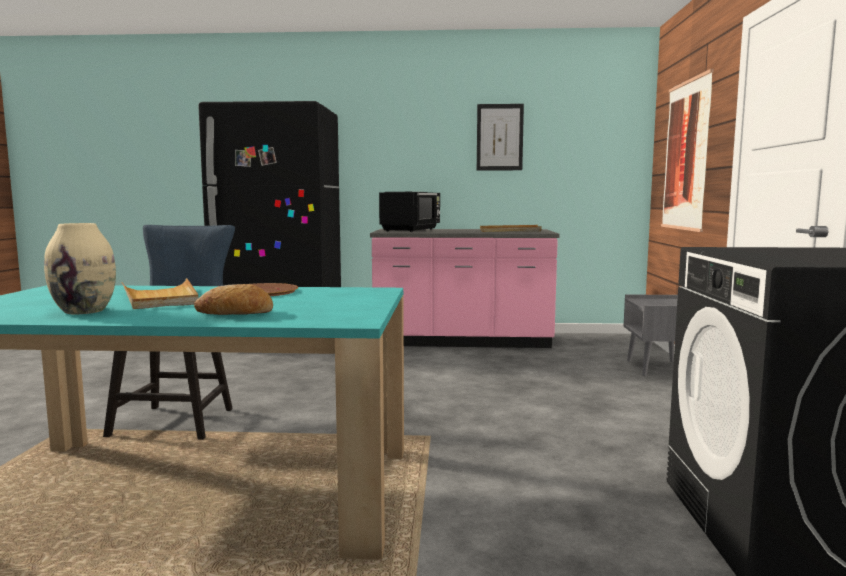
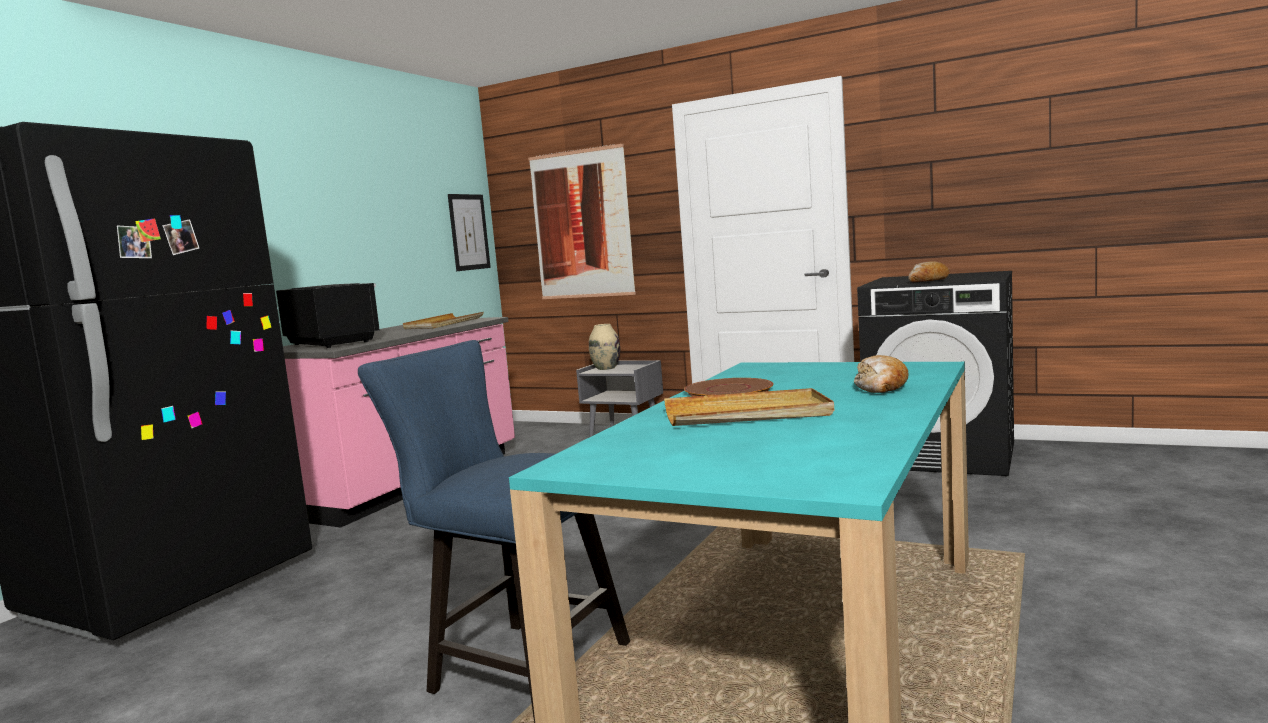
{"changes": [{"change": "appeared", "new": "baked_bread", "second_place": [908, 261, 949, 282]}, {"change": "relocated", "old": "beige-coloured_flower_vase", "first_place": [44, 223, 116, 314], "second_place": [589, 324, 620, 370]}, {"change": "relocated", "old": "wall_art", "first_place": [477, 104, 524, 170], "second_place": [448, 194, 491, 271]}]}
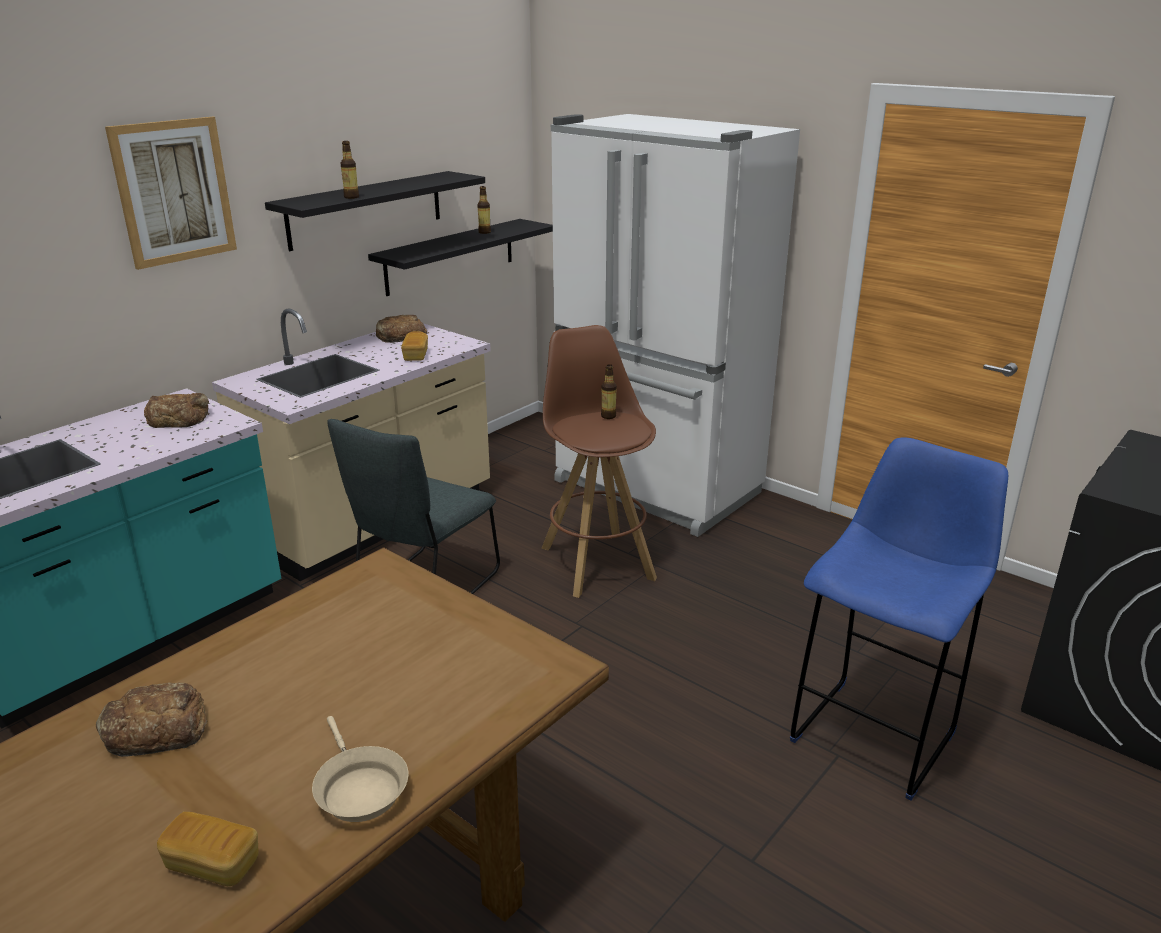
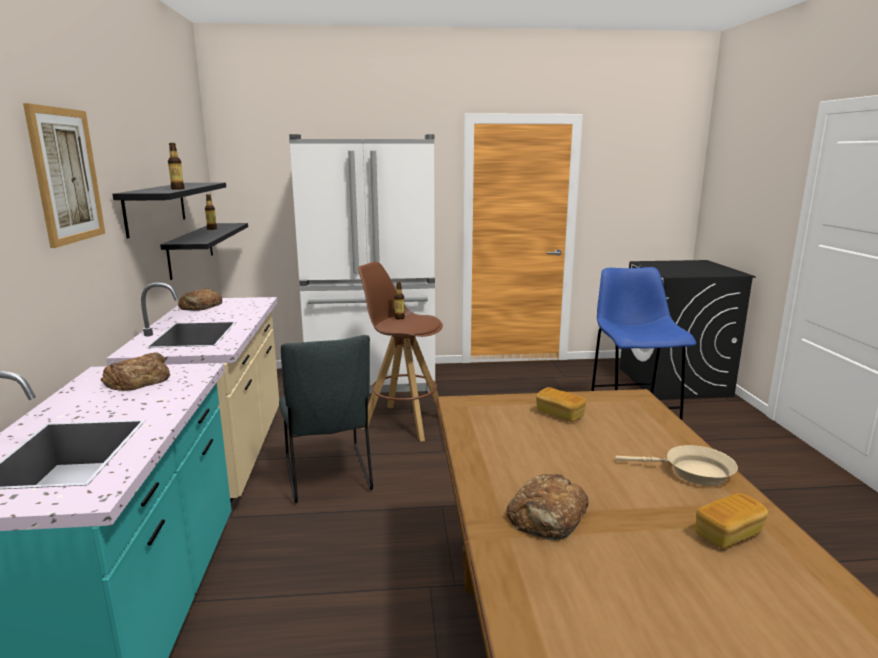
{"changes": [{"change": "relocated", "old": "baked_bread", "first_place": [401, 332, 428, 361], "second_place": [536, 387, 586, 422]}]}
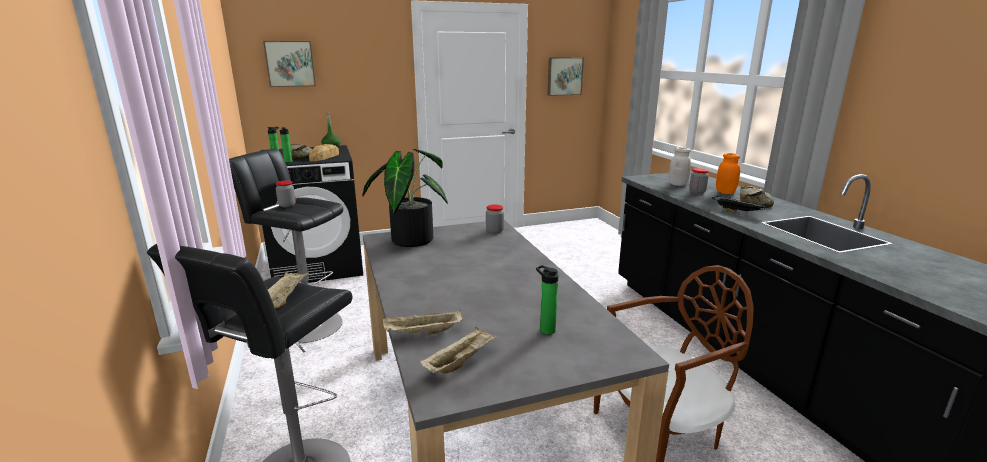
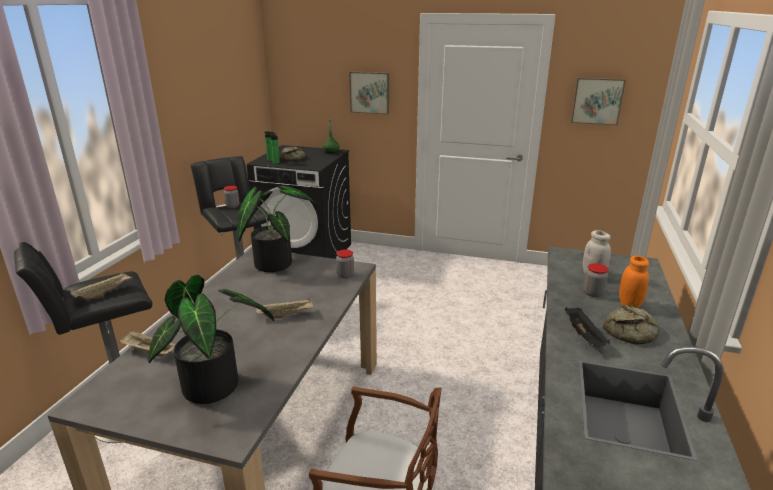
{"changes": [{"change": "missing", "old": "baked_bread", "first_place": [309, 144, 339, 162]}, {"change": "relocated", "old": "wall_art", "first_place": [263, 41, 316, 87], "second_place": [349, 71, 389, 115]}, {"change": "relocated", "old": "beige-coloured_tray", "first_place": [420, 327, 498, 373], "second_place": [256, 298, 313, 318]}, {"change": "exchanged", "old": "bottle", "new": "potted_plant", "first_place": [536, 265, 558, 335], "second_place": [148, 274, 274, 404]}]}
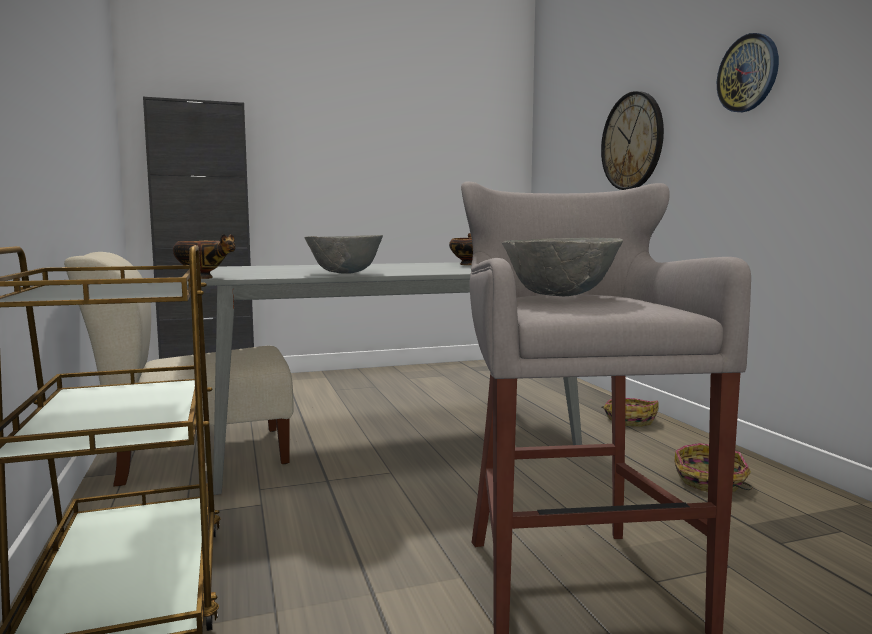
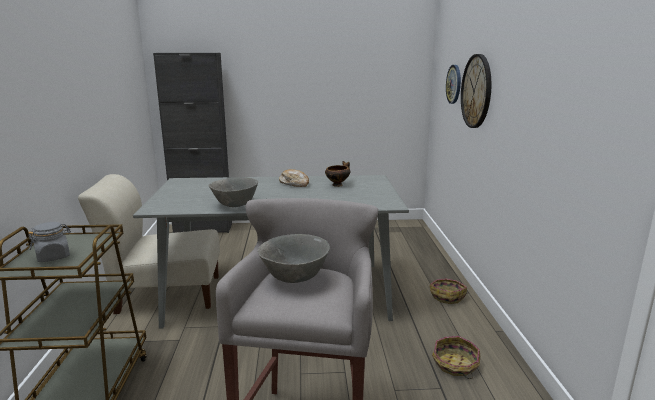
{"changes": [{"change": "missing", "old": "bowl", "first_place": [173, 234, 236, 279]}, {"change": "appeared", "new": "grey_preserve_jar", "second_place": [28, 222, 71, 262]}, {"change": "appeared", "new": "baked_bread", "second_place": [279, 169, 309, 187]}, {"change": "relocated", "old": "wall_clock", "first_place": [717, 33, 779, 112], "second_place": [446, 65, 461, 104]}]}
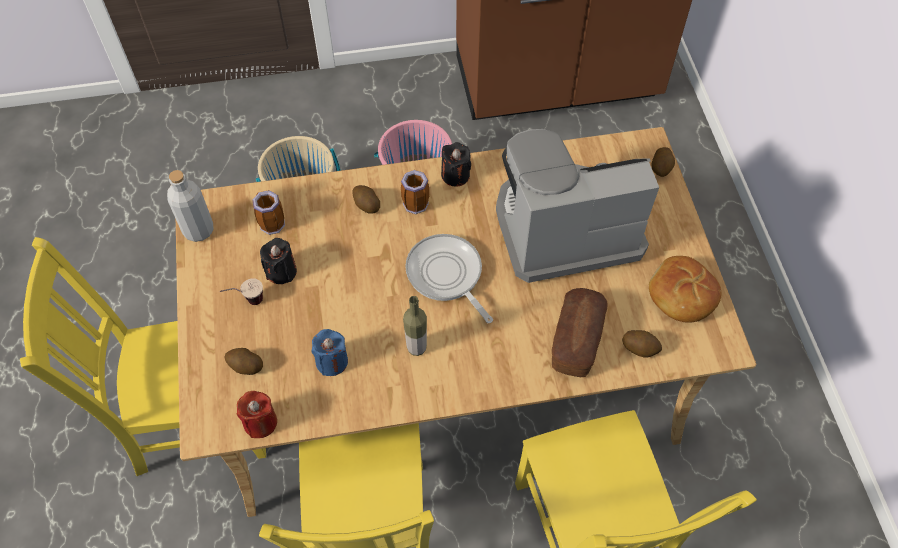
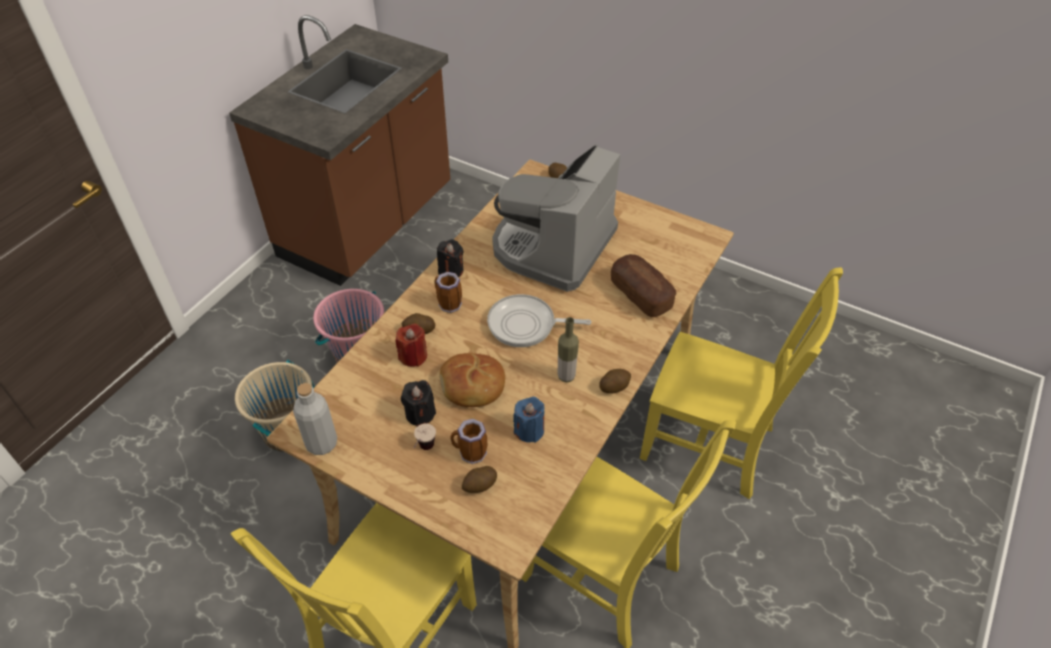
{"changes": [{"change": "relocated", "old": "red_wax_candle", "first_place": [237, 391, 277, 438], "second_place": [395, 323, 427, 367]}, {"change": "relocated", "old": "coffee_mug", "first_place": [253, 190, 285, 235], "second_place": [451, 419, 487, 464]}, {"change": "relocated", "old": "spud", "first_place": [622, 330, 662, 358], "second_place": [599, 369, 631, 393]}, {"change": "relocated", "old": "baked_bread", "first_place": [649, 256, 721, 323], "second_place": [440, 353, 505, 407]}]}
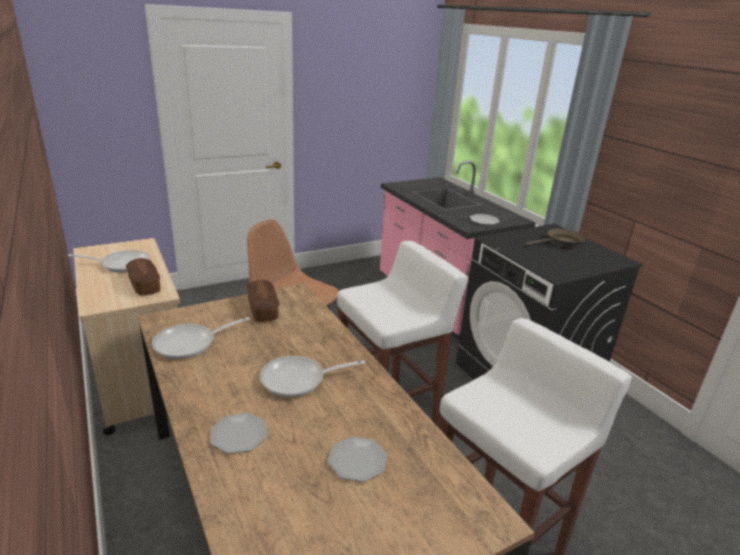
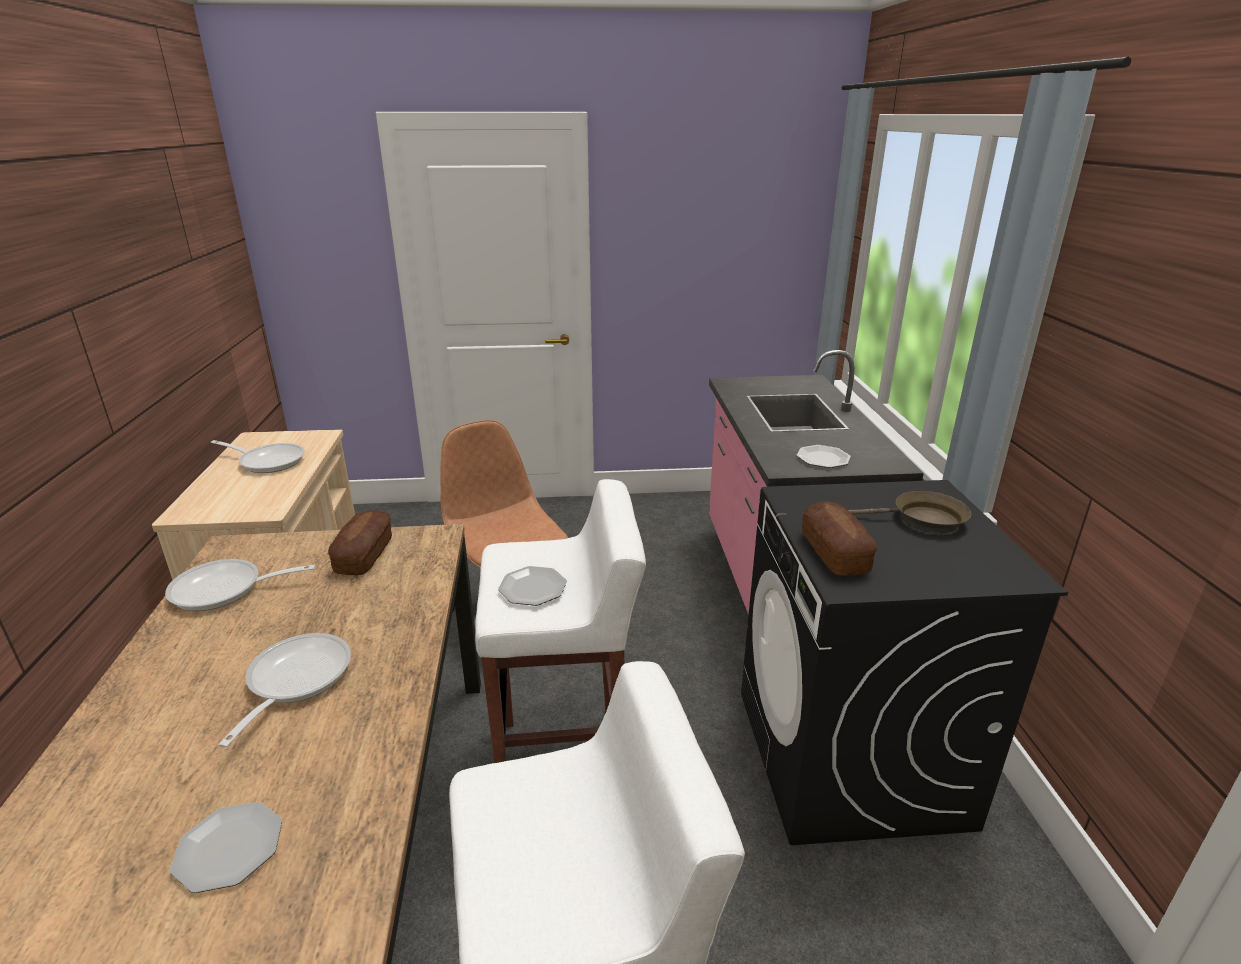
{"changes": [{"change": "relocated", "old": "baked_bread", "first_place": [126, 258, 160, 296], "second_place": [802, 502, 877, 576]}, {"change": "relocated", "old": "dinner_plate", "first_place": [211, 413, 267, 454], "second_place": [498, 566, 567, 606]}, {"change": "spun", "old": "frying_pan", "first_place": [260, 356, 365, 398], "second_place": [218, 633, 351, 748], "degrees": 90}]}
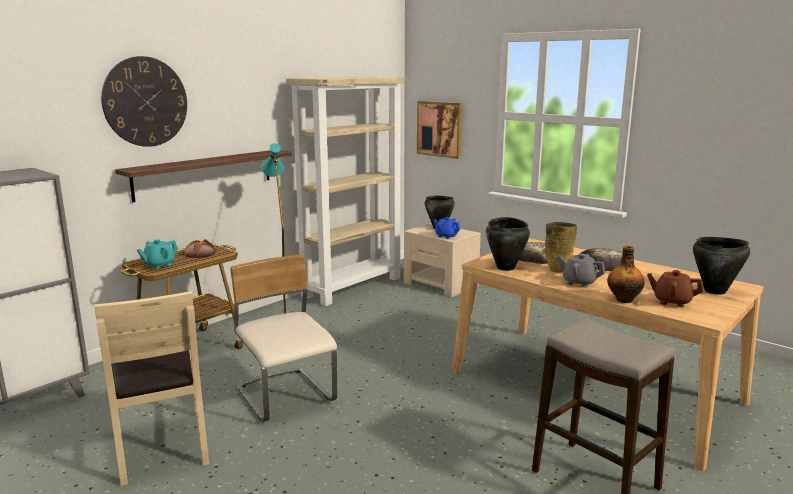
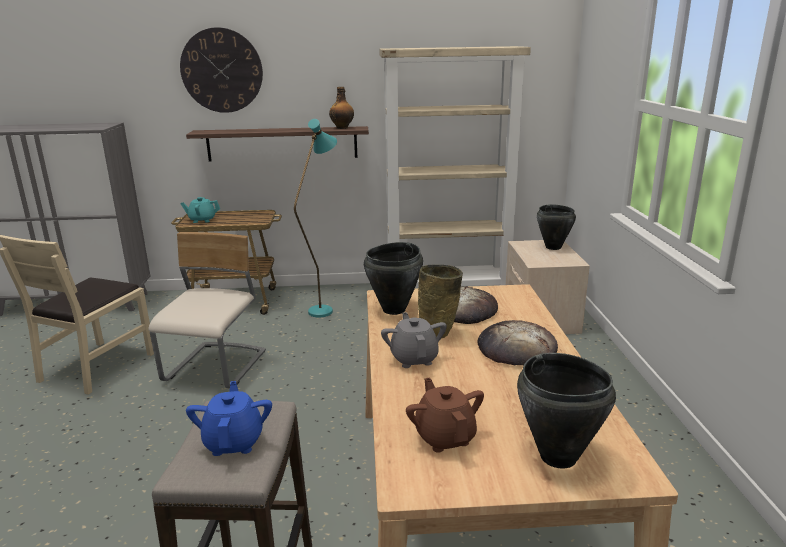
{"changes": [{"change": "missing", "old": "baked_bread", "first_place": [184, 239, 217, 258]}, {"change": "missing", "old": "wall_art", "first_place": [417, 101, 462, 159]}, {"change": "relocated", "old": "blue_tea_pot", "first_place": [433, 217, 460, 239], "second_place": [186, 381, 272, 456]}, {"change": "relocated", "old": "bottle", "first_place": [608, 246, 644, 303], "second_place": [329, 87, 354, 129]}]}
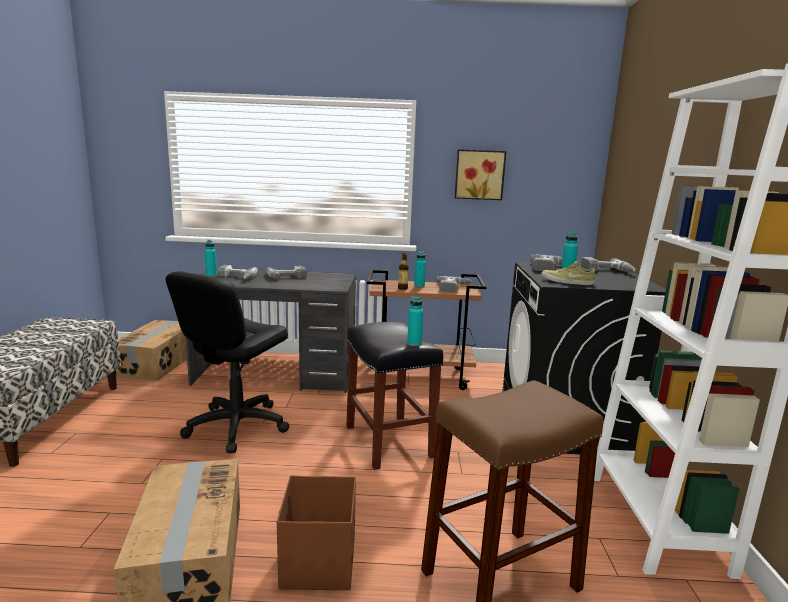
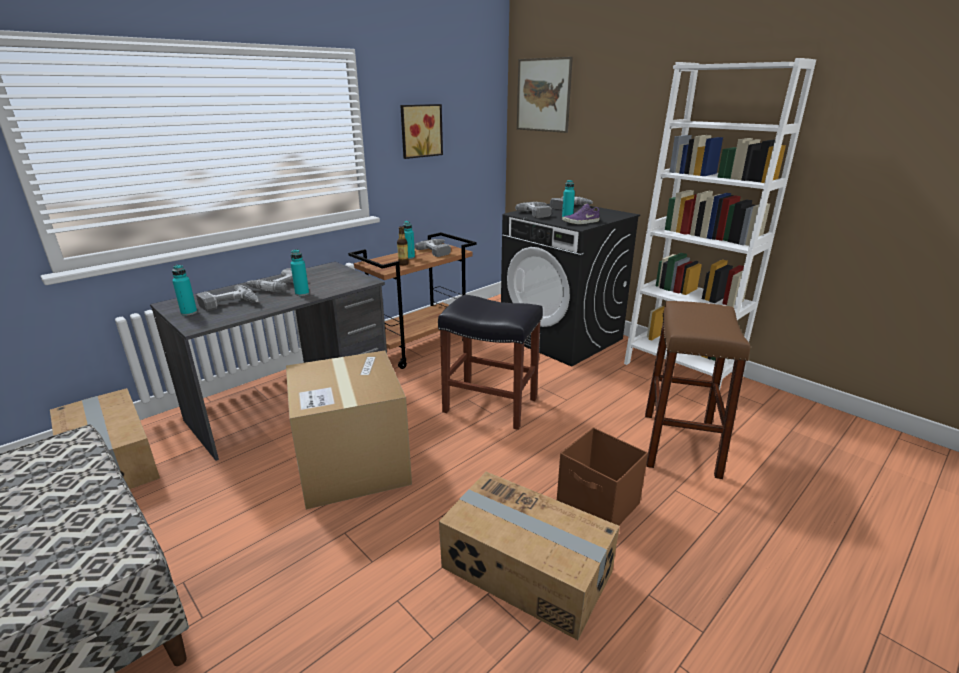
{"changes": [{"change": "appeared", "new": "wall_art", "second_place": [517, 57, 573, 133]}, {"change": "relocated", "old": "turquoise-coloured_bottle", "first_place": [407, 296, 423, 346], "second_place": [290, 249, 309, 296]}, {"change": "exchanged", "old": "blackish_desk_chair", "new": "packing_box", "first_place": [166, 271, 290, 453], "second_place": [286, 350, 412, 510]}, {"change": "colour", "old": "beige-coloured_shoe", "new": "purplish_shoe", "first_place": [541, 261, 595, 285], "second_place": [562, 203, 600, 224]}]}
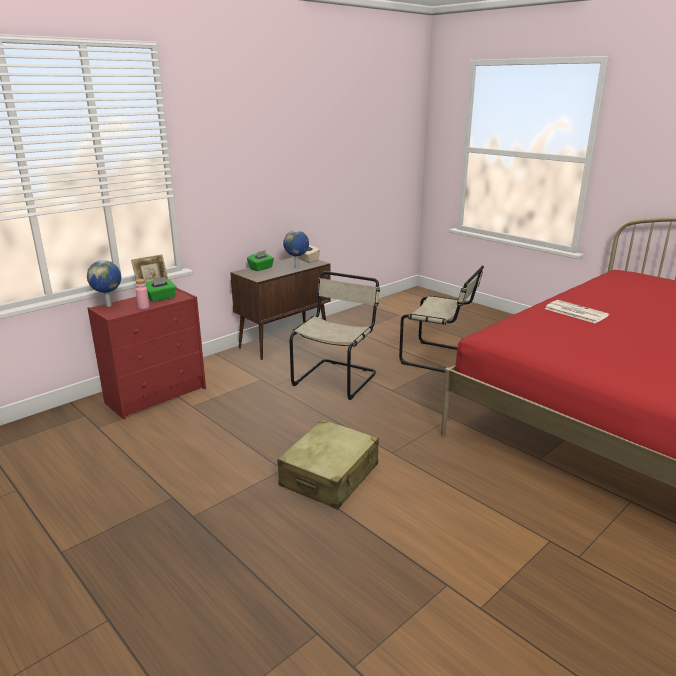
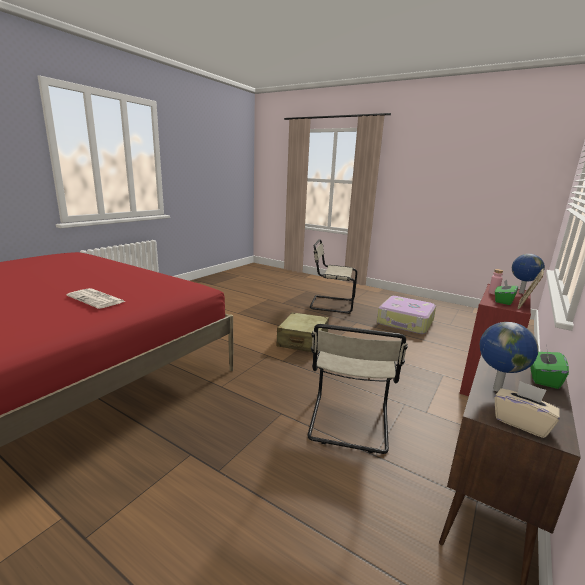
{"changes": [{"change": "appeared", "new": "suitcase", "second_place": [377, 296, 436, 334]}, {"change": "relocated", "old": "beige-coloured_chair", "first_place": [399, 265, 484, 373], "second_place": [310, 239, 357, 314]}]}
